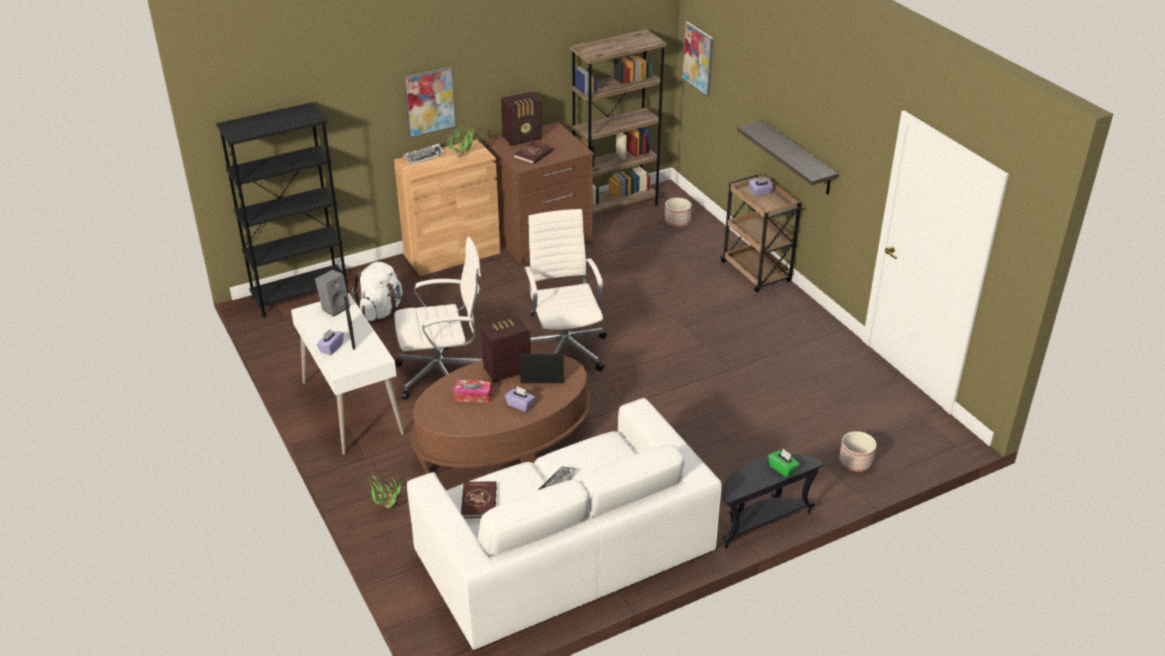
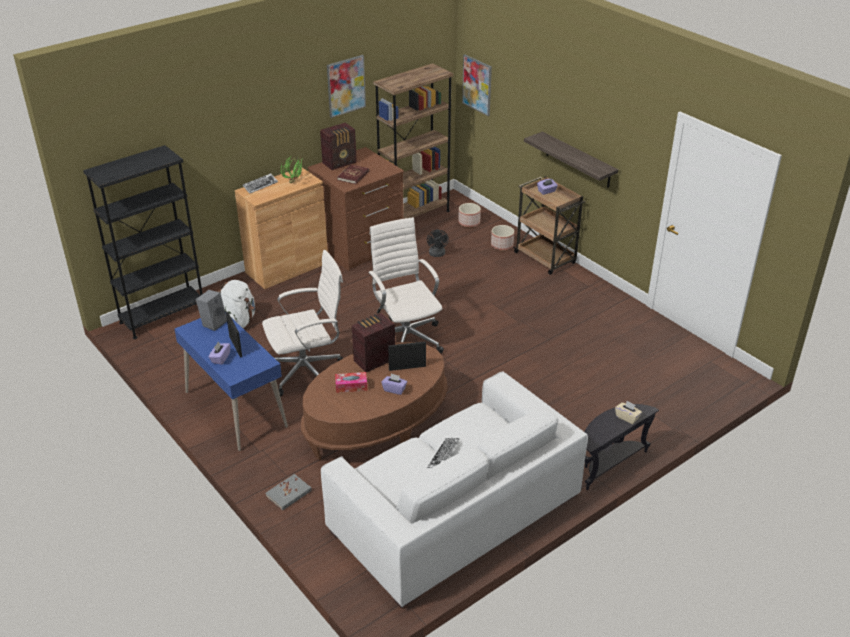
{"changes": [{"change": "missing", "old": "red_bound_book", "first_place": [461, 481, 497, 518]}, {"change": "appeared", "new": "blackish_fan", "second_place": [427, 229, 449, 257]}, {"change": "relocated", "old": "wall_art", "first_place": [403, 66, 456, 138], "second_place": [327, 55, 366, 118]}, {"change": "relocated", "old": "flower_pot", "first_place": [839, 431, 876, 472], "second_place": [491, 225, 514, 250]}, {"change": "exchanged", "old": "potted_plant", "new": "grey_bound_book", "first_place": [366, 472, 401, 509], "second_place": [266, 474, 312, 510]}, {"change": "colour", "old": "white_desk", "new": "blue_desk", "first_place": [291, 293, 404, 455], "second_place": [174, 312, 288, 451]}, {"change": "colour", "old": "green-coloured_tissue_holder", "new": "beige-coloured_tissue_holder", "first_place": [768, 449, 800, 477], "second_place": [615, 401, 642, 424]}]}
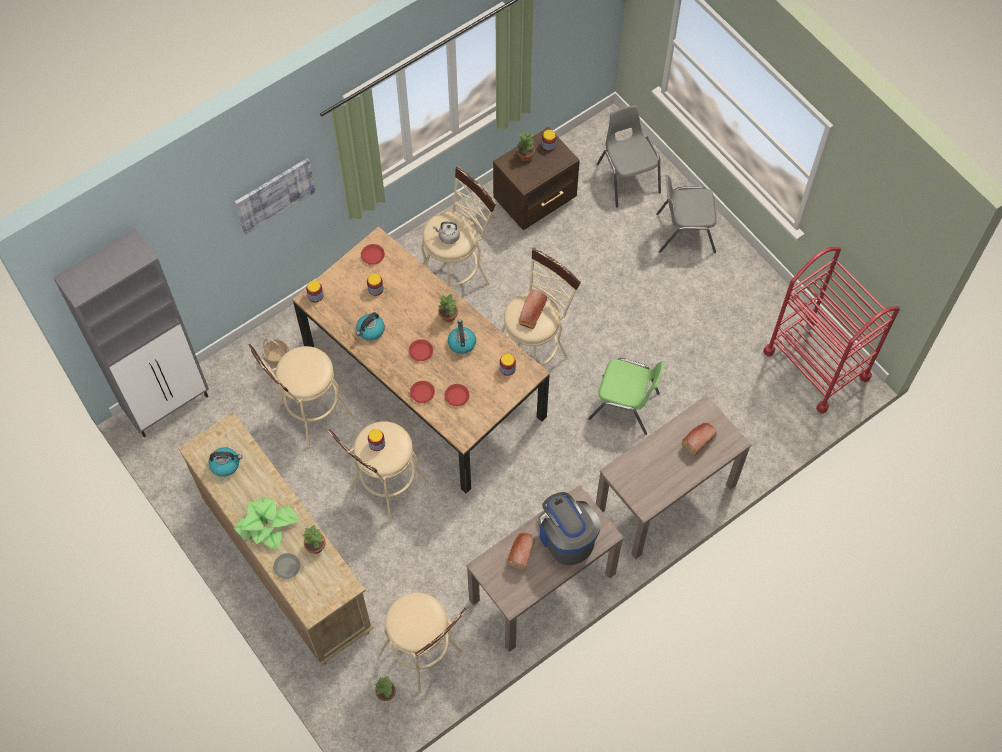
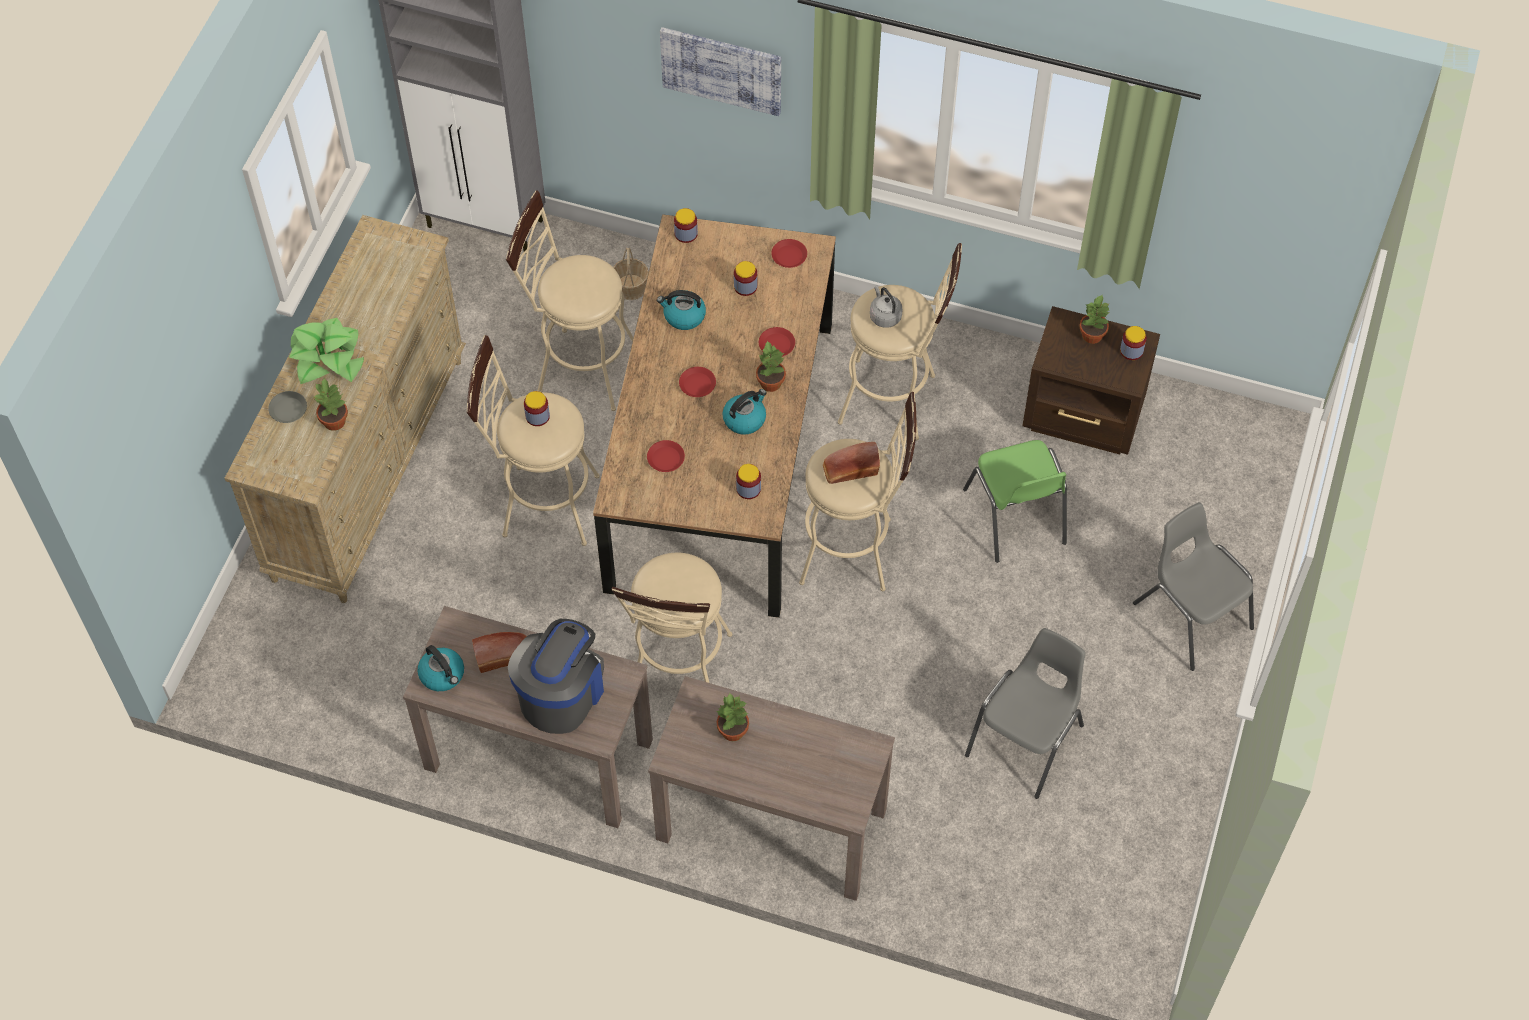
{"changes": [{"change": "missing", "old": "baked_bread", "first_place": [682, 423, 717, 456]}, {"change": "missing", "old": "red_cart", "first_place": [763, 247, 900, 414]}, {"change": "relocated", "old": "water_kettle", "first_place": [208, 447, 242, 477], "second_place": [418, 645, 464, 691]}, {"change": "relocated", "old": "potted_plant", "first_place": [375, 676, 396, 701], "second_place": [717, 694, 749, 741]}, {"change": "relocated", "old": "beige-coloured_stool", "first_place": [380, 592, 467, 693], "second_place": [611, 553, 732, 683]}, {"change": "relocated", "old": "red_dinner_plate", "first_place": [410, 381, 435, 403], "second_place": [759, 327, 795, 357]}, {"change": "relocated", "old": "green-coloured_chair", "first_place": [588, 358, 665, 435], "second_place": [963, 440, 1067, 563]}, {"change": "relocated", "old": "grey_chair", "first_place": [597, 105, 661, 207], "second_place": [965, 628, 1086, 799]}]}
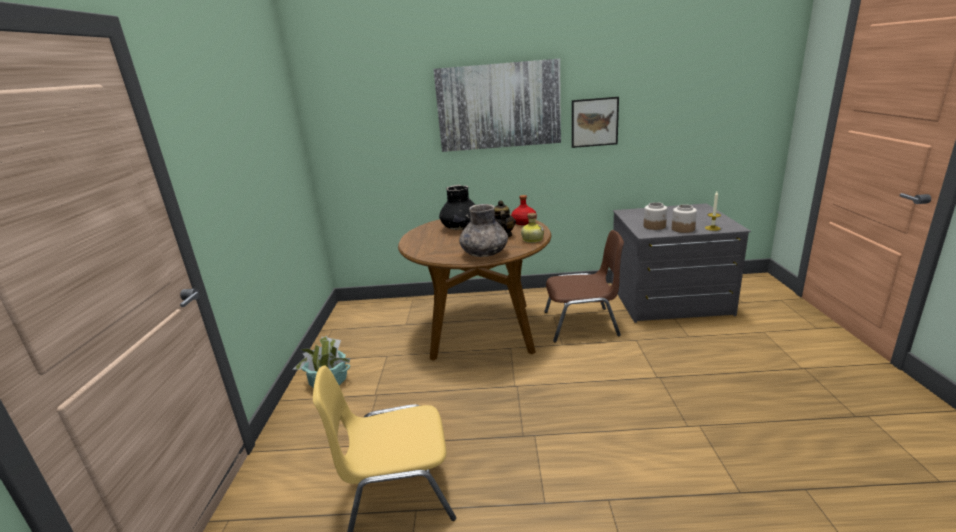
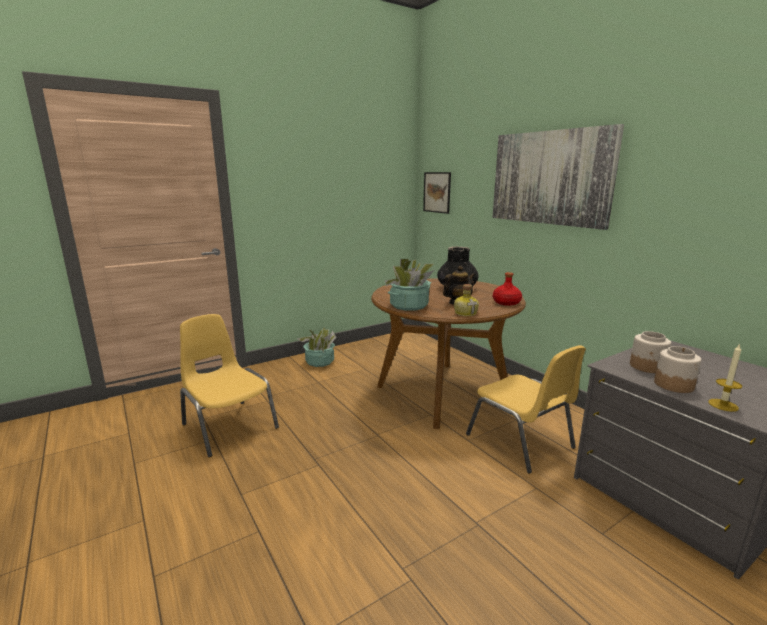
{"changes": [{"change": "relocated", "old": "wall_art", "first_place": [572, 97, 619, 148], "second_place": [423, 172, 451, 214]}, {"change": "exchanged", "old": "grey_flower_vase", "new": "potted_plant", "first_place": [459, 204, 508, 257], "second_place": [385, 259, 434, 311]}, {"change": "colour", "old": "brown_chair", "new": "yellowish_chair", "first_place": [544, 230, 624, 342], "second_place": [466, 345, 586, 473]}]}
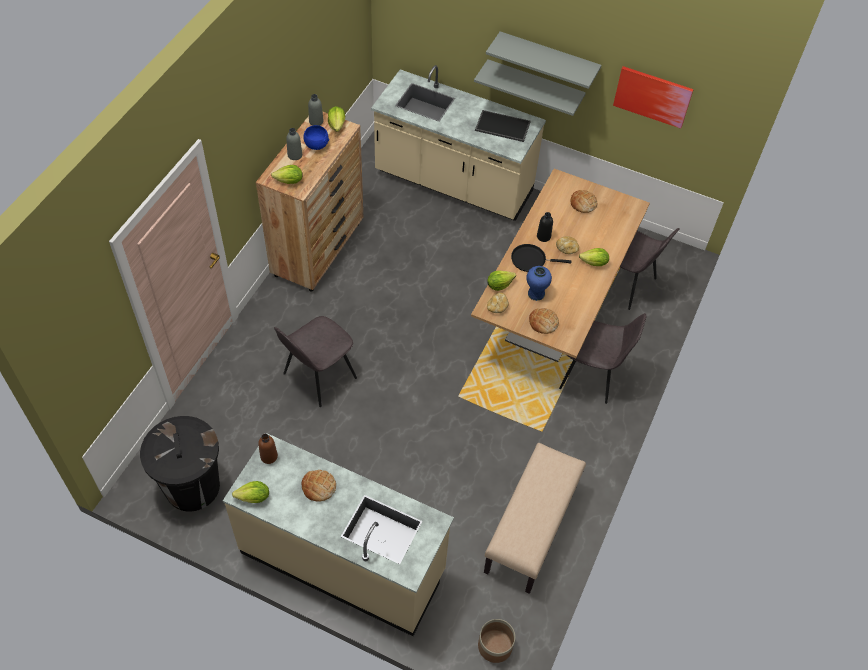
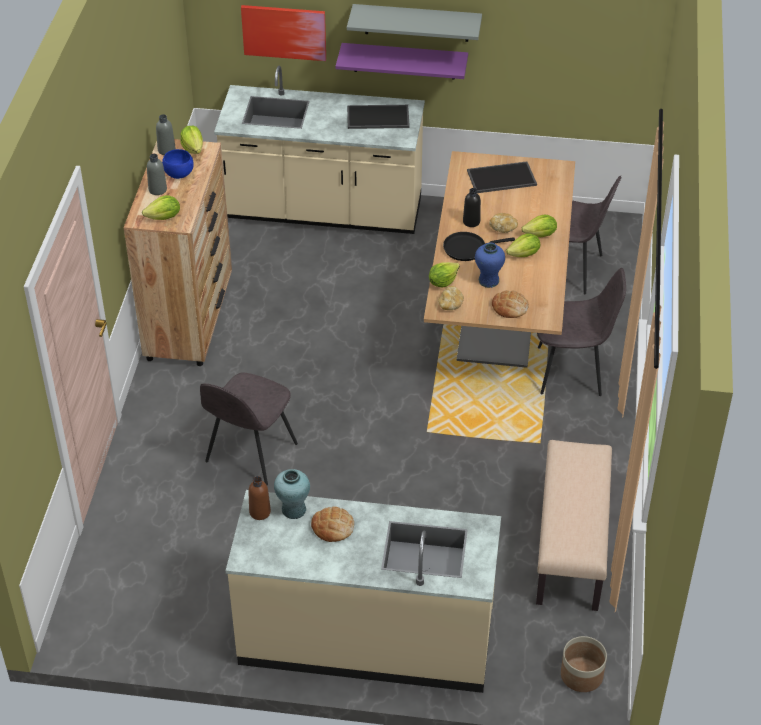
{"changes": [{"change": "missing", "old": "blackish_waste_bin", "first_place": [140, 416, 220, 512]}, {"change": "appeared", "new": "turquoise-coloured_flower_vase", "second_place": [274, 469, 310, 519]}, {"change": "relocated", "old": "lettuce_head", "first_place": [232, 481, 269, 503], "second_place": [506, 233, 540, 257]}, {"change": "relocated", "old": "wall_art", "first_place": [613, 66, 694, 129], "second_place": [241, 5, 326, 61]}, {"change": "exchanged", "old": "baked_bread", "new": "tray", "first_place": [571, 190, 597, 213], "second_place": [467, 162, 537, 193]}, {"change": "colour", "old": "grey_wall_shelf", "new": "purplish_wall_shelf", "first_place": [474, 59, 586, 116], "second_place": [335, 43, 468, 80]}]}
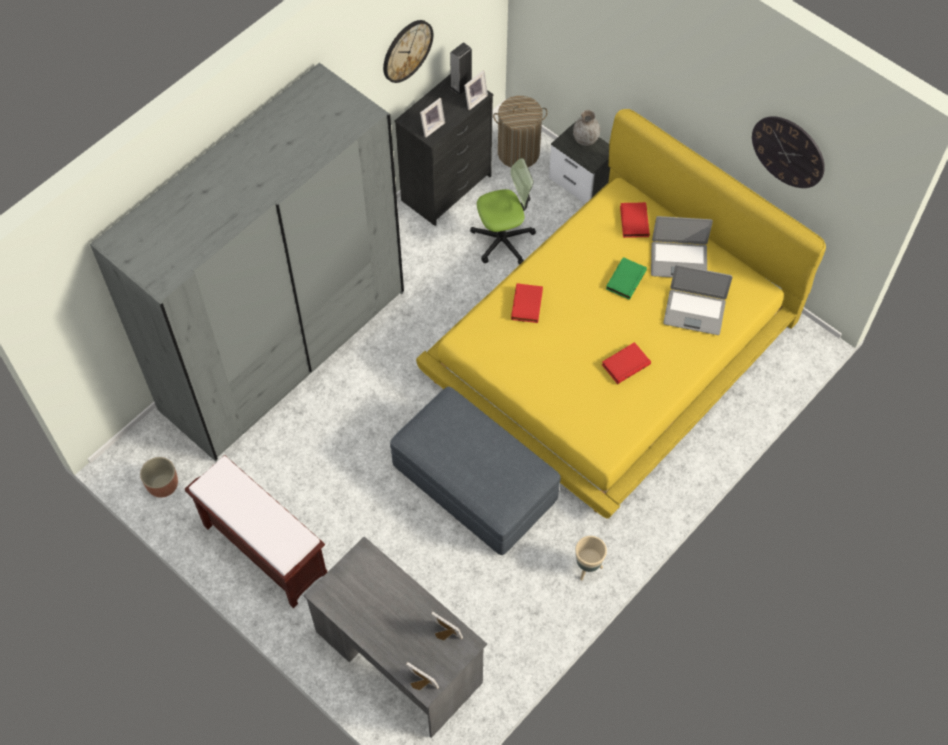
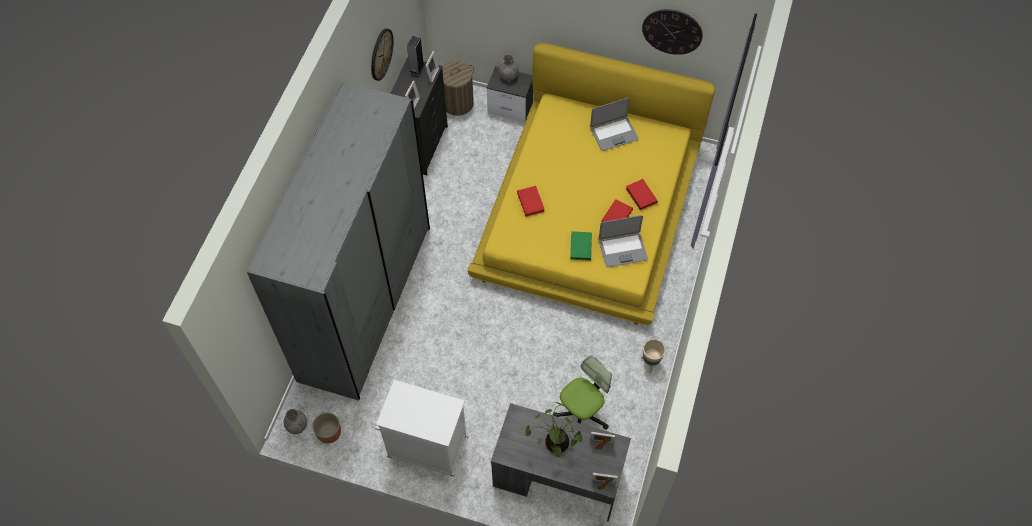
{"changes": [{"change": "missing", "old": "grey_pouffe", "first_place": [390, 387, 561, 555]}, {"change": "appeared", "new": "grey_flower_vase", "second_place": [284, 409, 307, 434]}, {"change": "appeared", "new": "potted_plant", "second_place": [525, 402, 583, 457]}, {"change": "relocated", "old": "desk_chair", "first_place": [470, 158, 536, 265], "second_place": [553, 356, 612, 430]}, {"change": "relocated", "old": "green-coloured_bound_book", "first_place": [606, 257, 647, 300], "second_place": [570, 231, 592, 261]}, {"change": "relocated", "old": "red_bound_book", "first_place": [620, 202, 650, 238], "second_place": [626, 179, 658, 210]}, {"change": "relocated", "old": "notebook_computer", "first_place": [663, 265, 732, 335], "second_place": [599, 215, 648, 267]}, {"change": "exchanged", "old": "brown_long_seat", "new": "white_cupboard", "first_place": [185, 455, 327, 608], "second_place": [375, 380, 469, 477]}]}
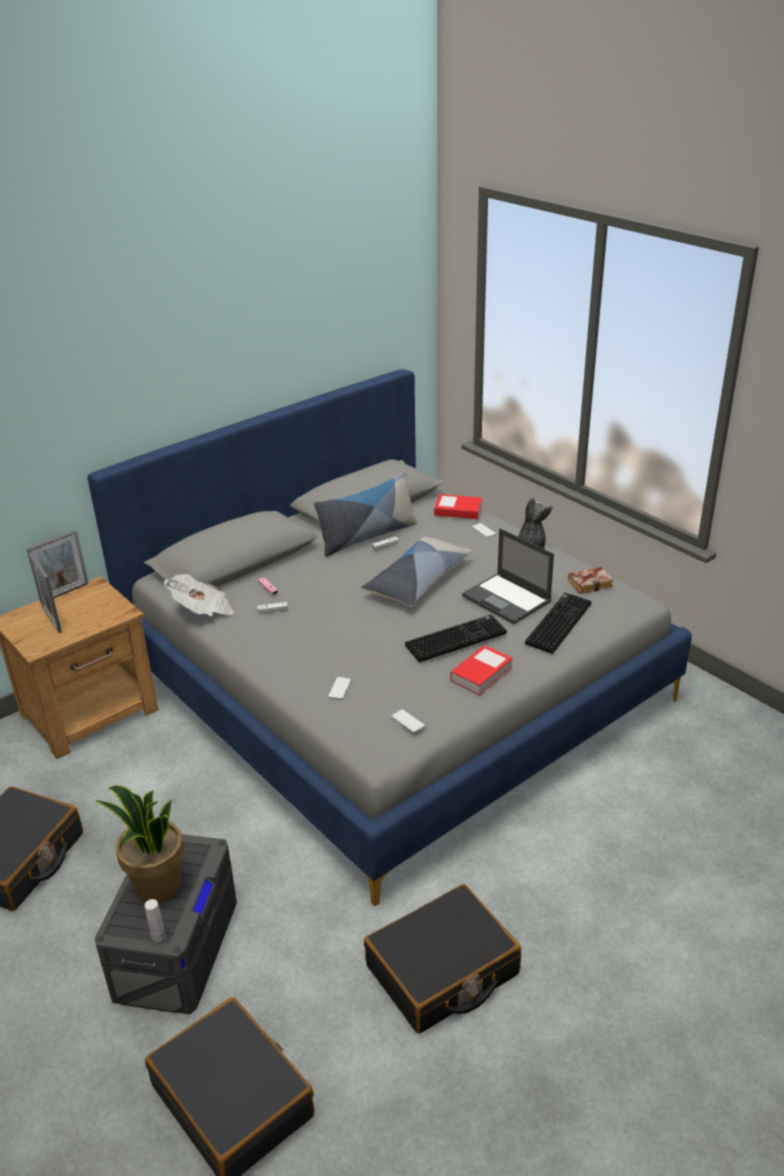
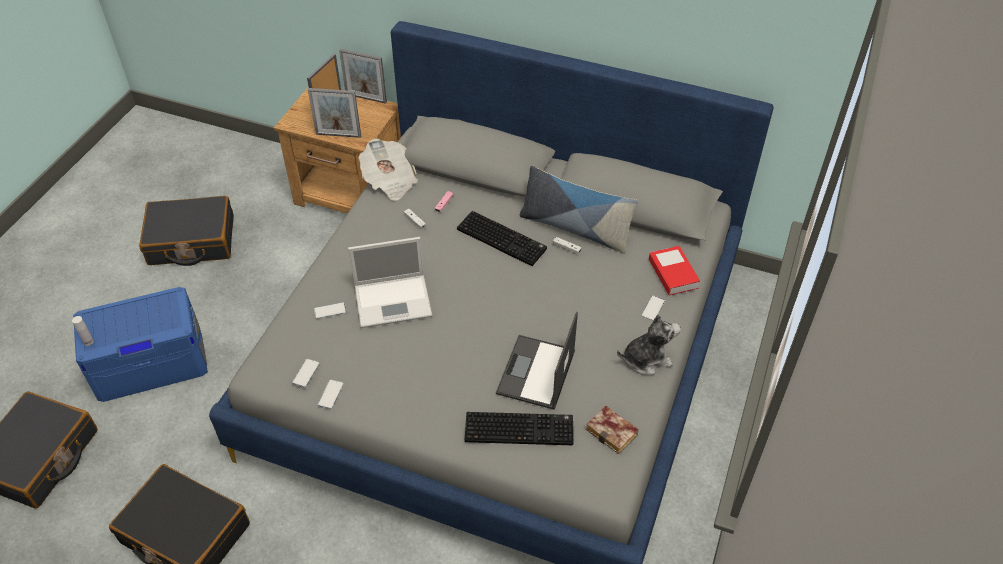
{"changes": [{"change": "missing", "old": "potted_plant", "first_place": [95, 786, 184, 902]}, {"change": "missing", "old": "cushion", "first_place": [361, 536, 472, 606]}, {"change": "missing", "old": "bound_book", "first_place": [450, 645, 513, 695]}, {"change": "appeared", "new": "picture_frame", "second_place": [308, 88, 361, 138]}, {"change": "appeared", "new": "phone", "second_place": [318, 380, 343, 409]}, {"change": "appeared", "new": "notebook_computer", "second_place": [348, 237, 432, 328]}, {"change": "relocated", "old": "PC_keyboard", "first_place": [405, 615, 507, 662], "second_place": [457, 211, 547, 266]}, {"change": "colour", "old": "grey_storage_bin", "new": "blue_storage_bin", "first_place": [95, 834, 237, 1015], "second_place": [73, 287, 208, 402]}]}
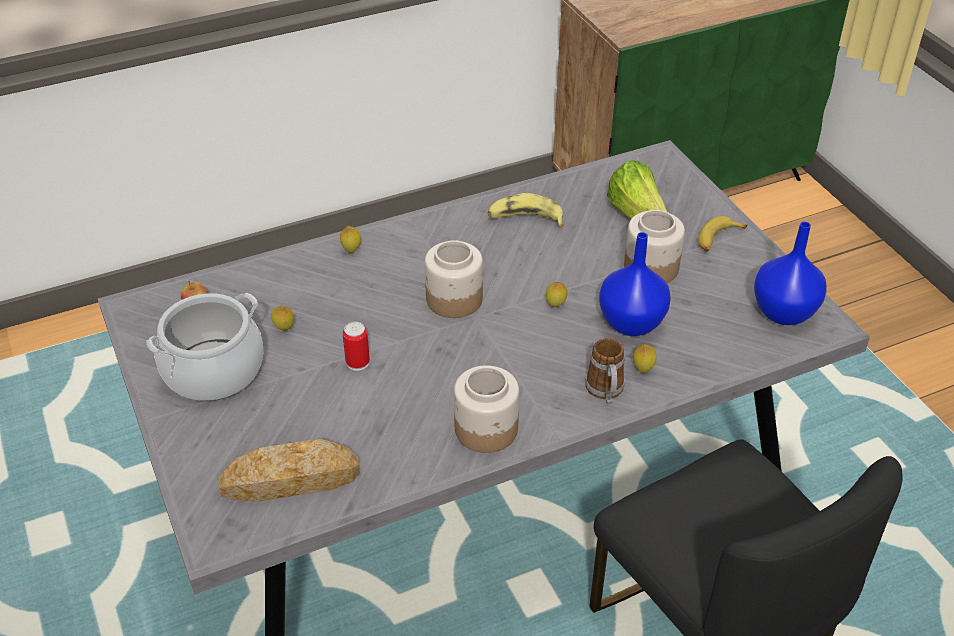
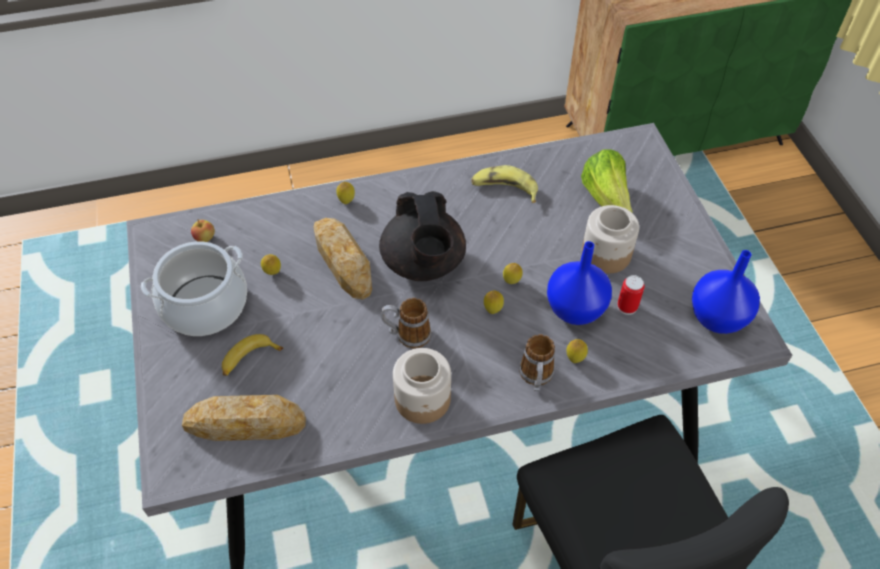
{"changes": [{"change": "appeared", "new": "baked_bread", "second_place": [314, 218, 372, 300]}, {"change": "appeared", "new": "coffee_mug", "second_place": [381, 298, 431, 348]}, {"change": "appeared", "new": "whole_lemon", "second_place": [484, 291, 504, 314]}, {"change": "relocated", "old": "sealed_can", "first_place": [343, 322, 370, 371], "second_place": [617, 275, 645, 315]}, {"change": "relocated", "old": "whole_banana", "first_place": [698, 216, 747, 252], "second_place": [222, 334, 283, 376]}, {"change": "exchanged", "old": "preserve_jar", "new": "blackish_tea_pot", "first_place": [425, 240, 483, 318], "second_place": [379, 191, 466, 281]}]}
